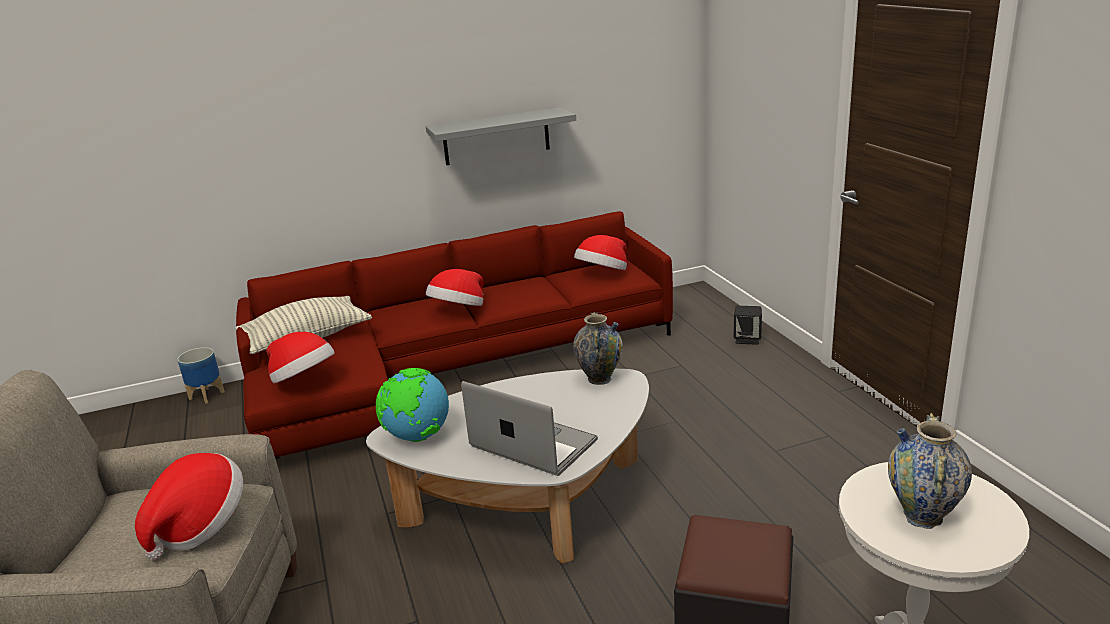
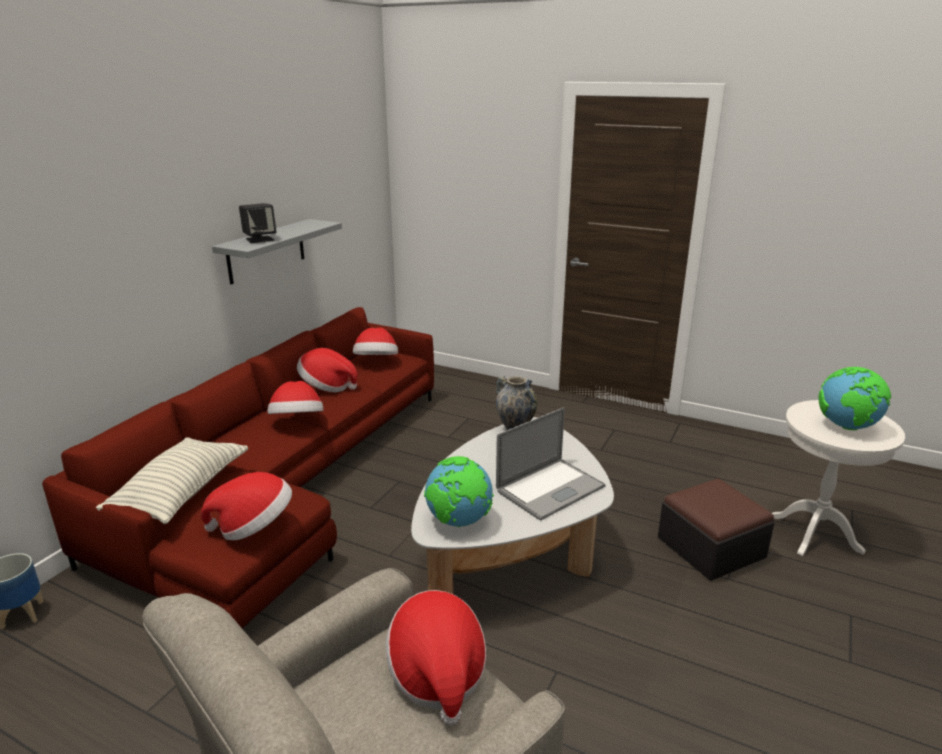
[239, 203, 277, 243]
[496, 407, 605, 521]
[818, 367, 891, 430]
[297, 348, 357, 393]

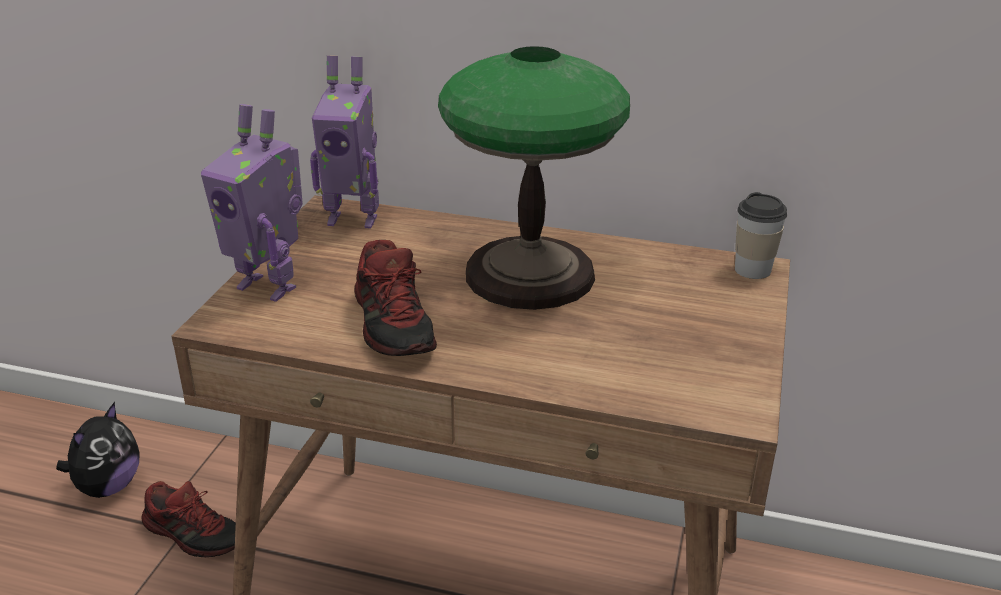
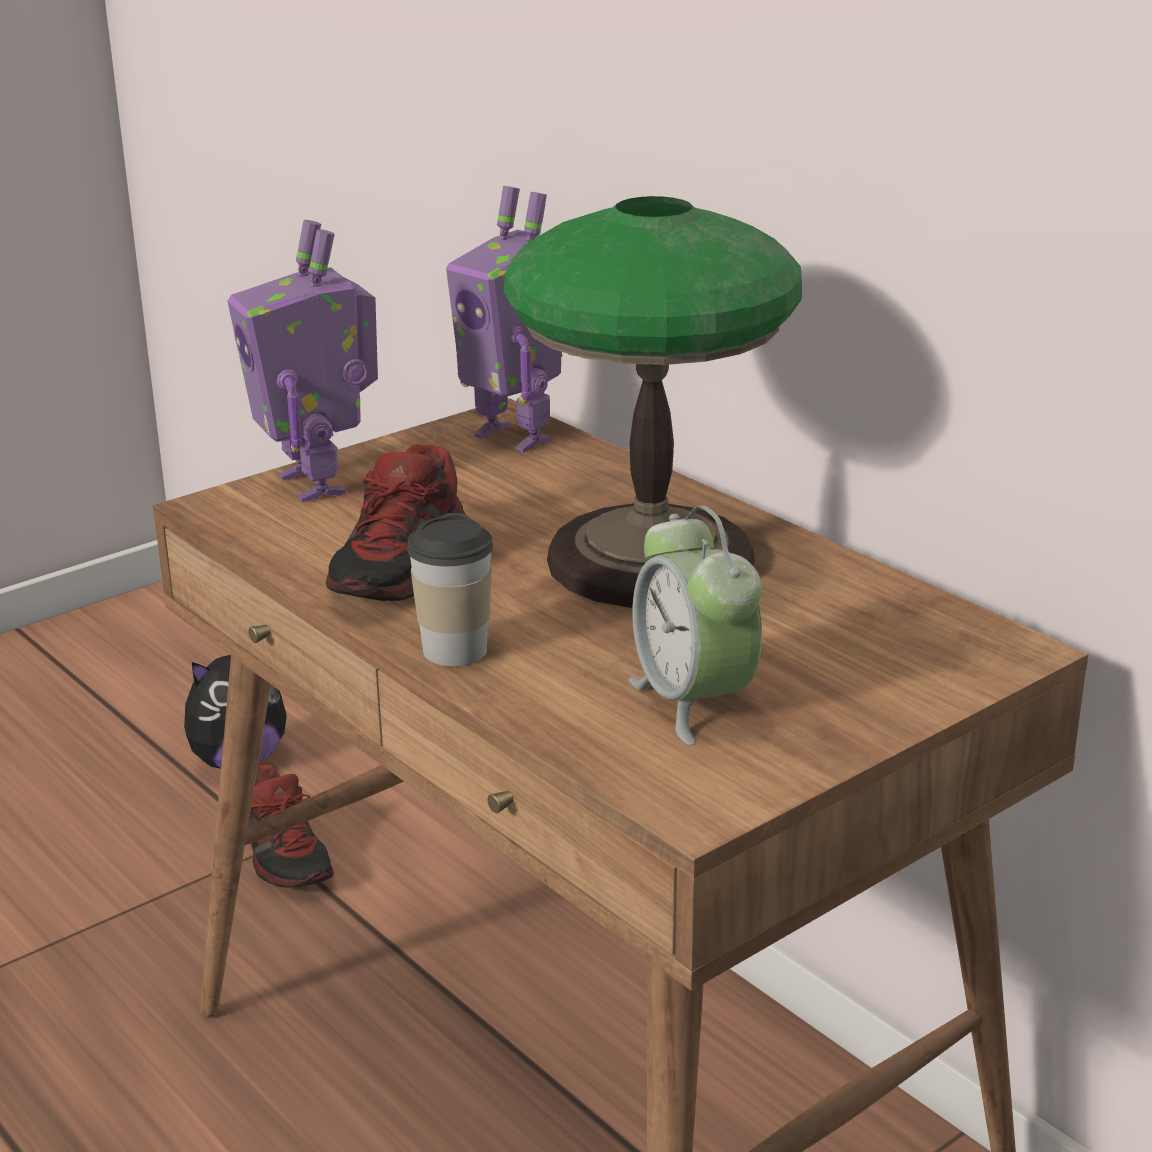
[407, 513, 493, 666]
[629, 505, 762, 745]

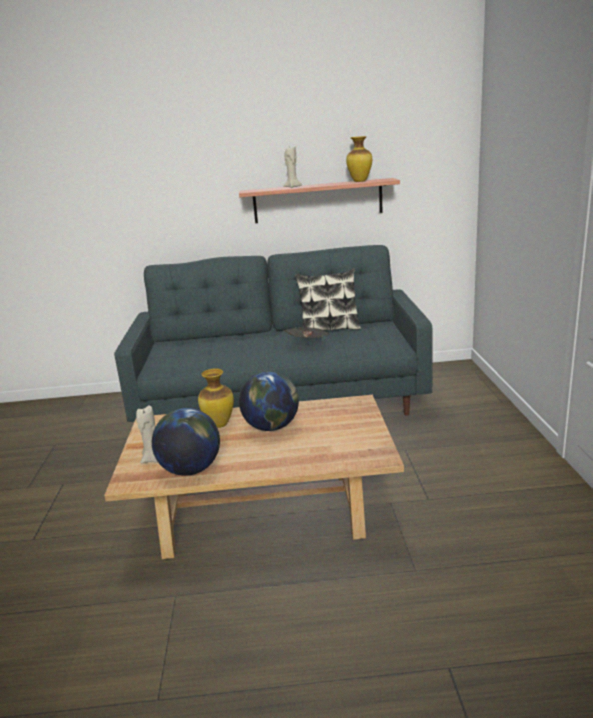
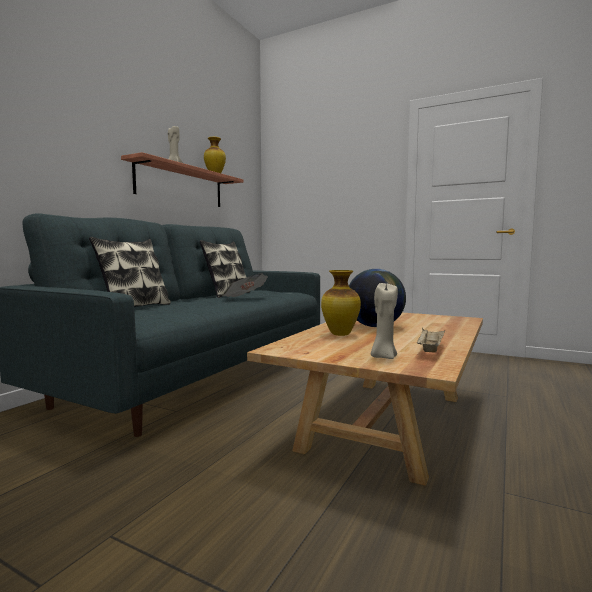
[417, 328, 445, 353]
[89, 237, 171, 306]

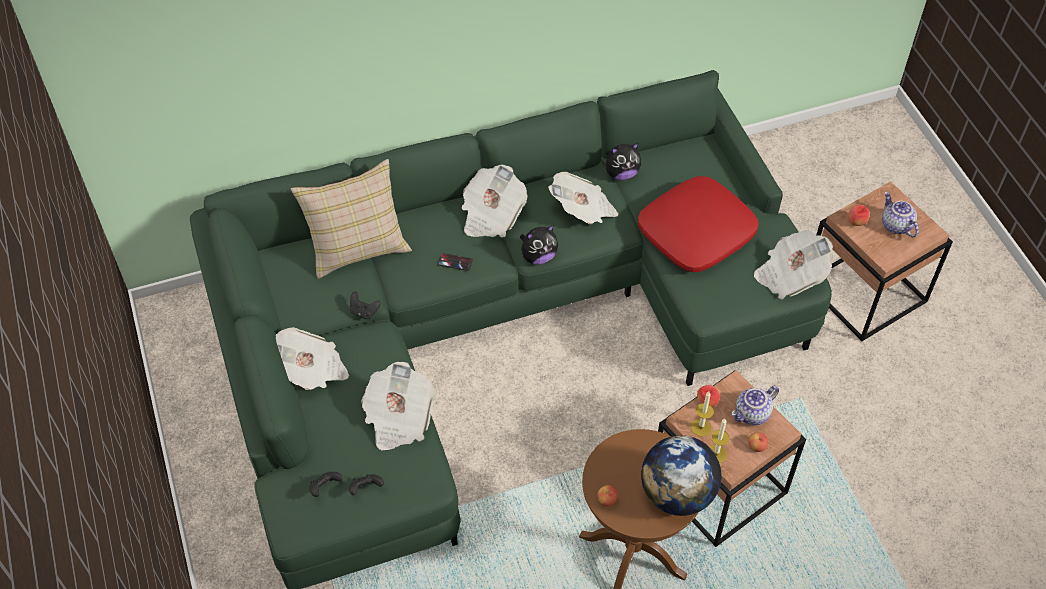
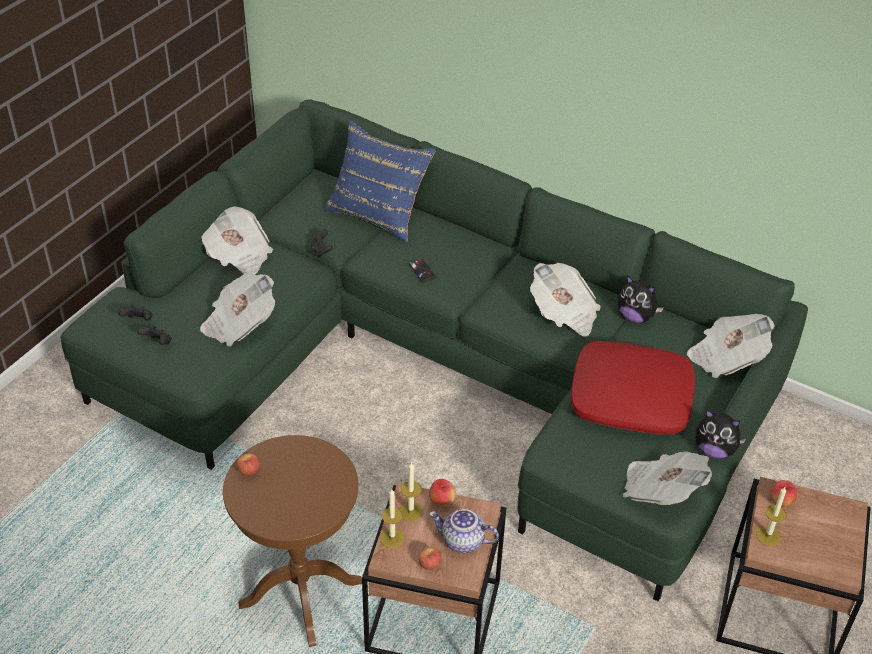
[324, 121, 436, 242]
[687, 314, 775, 378]
[882, 191, 919, 237] (first image)
[695, 410, 747, 459]
[641, 435, 722, 516] (first image)
[756, 487, 787, 546]

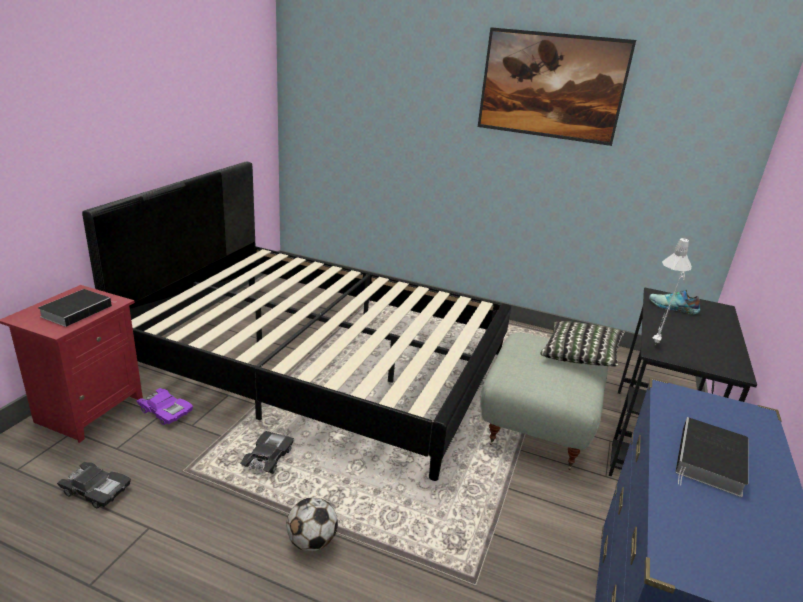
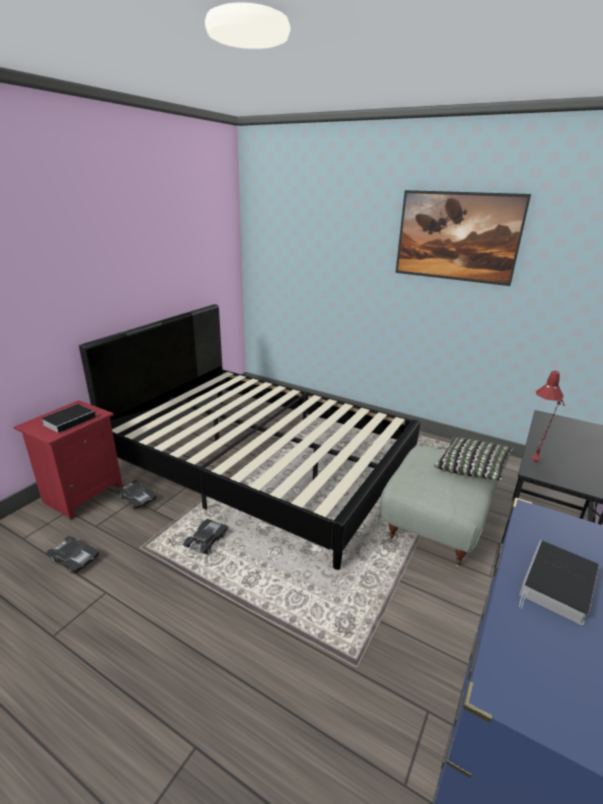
[531, 371, 565, 462]
[649, 290, 700, 314] (first image)
[116, 480, 157, 509]
[286, 497, 338, 551] (first image)

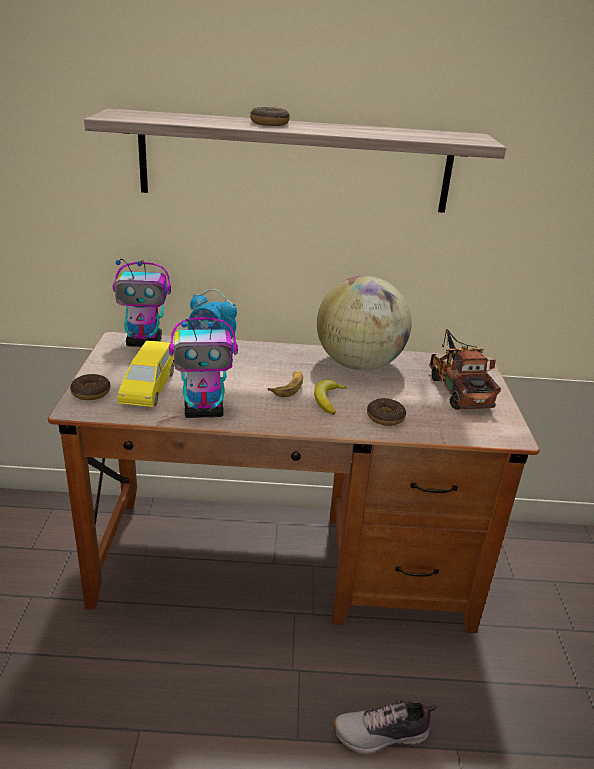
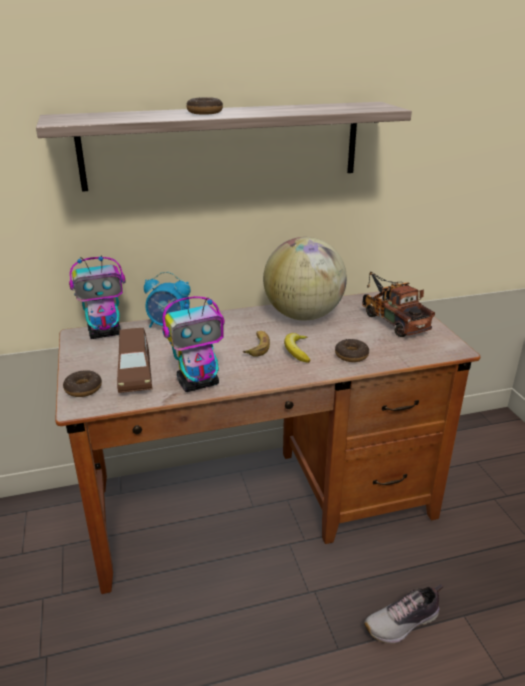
[117, 328, 152, 393]

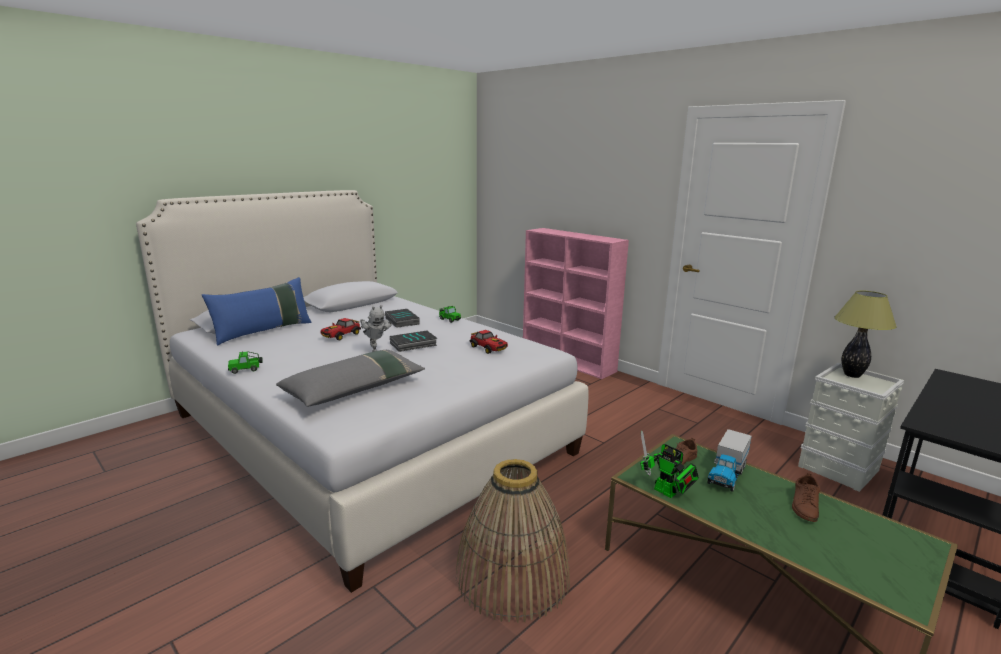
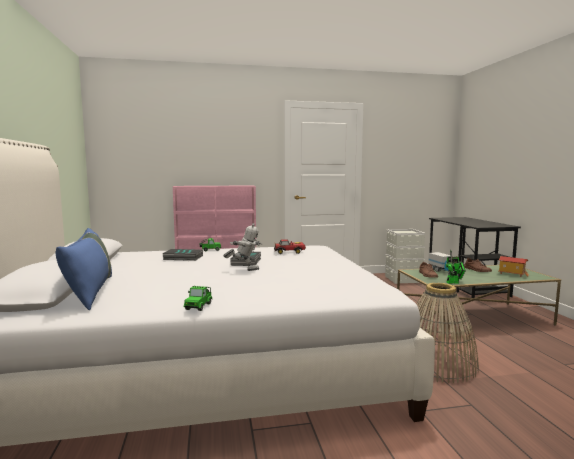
[834, 291, 897, 378] (first image)
[320, 318, 361, 340] (first image)
[276, 350, 425, 407] (first image)
[498, 256, 529, 277]

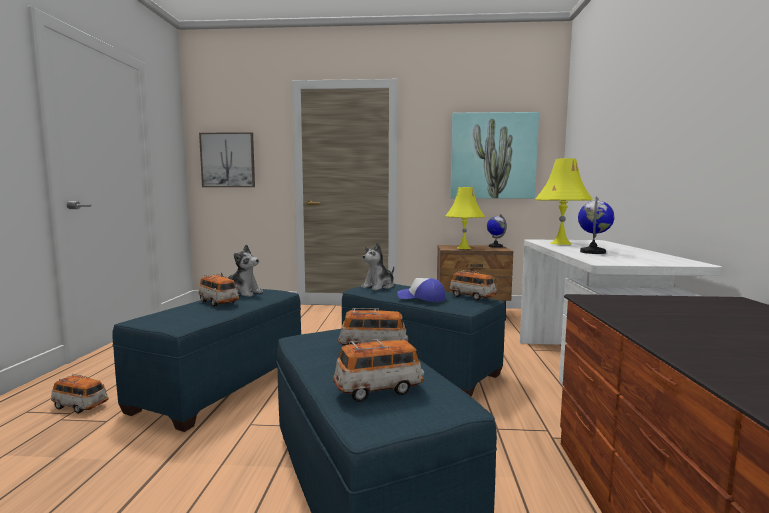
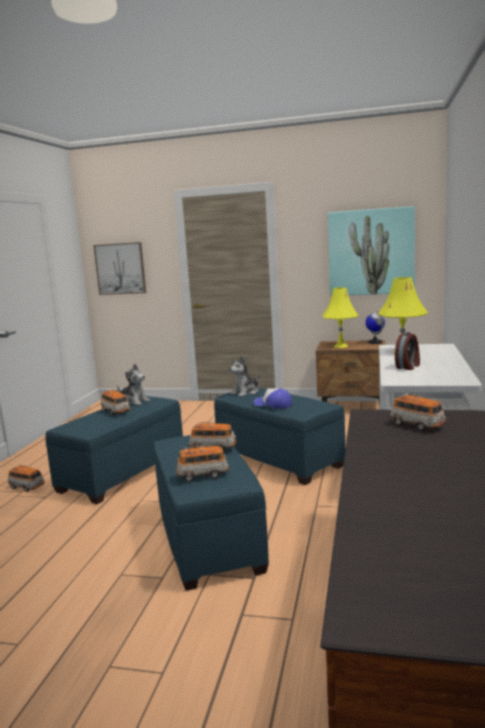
[395, 332, 420, 370]
[390, 393, 446, 431]

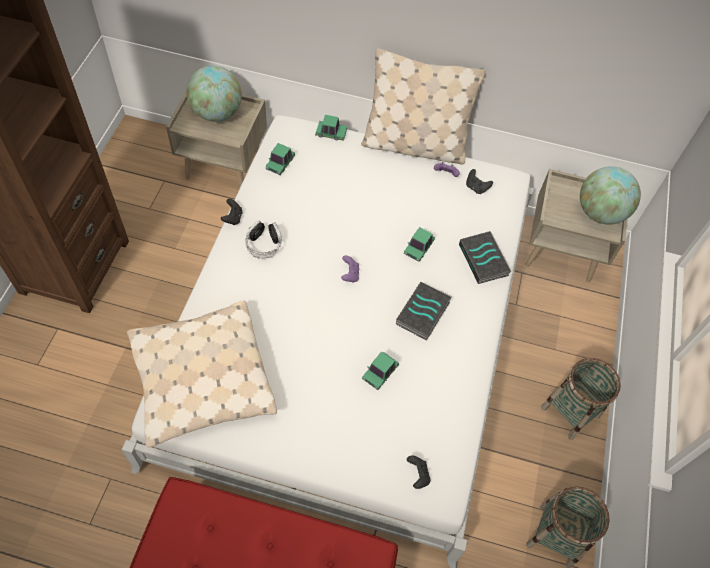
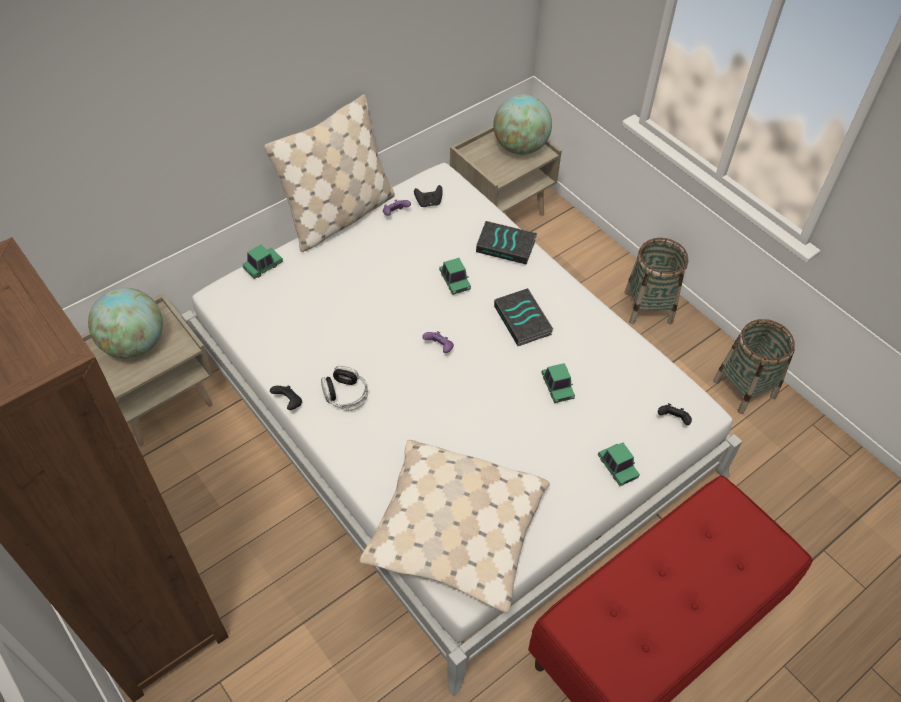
[597, 443, 640, 486]

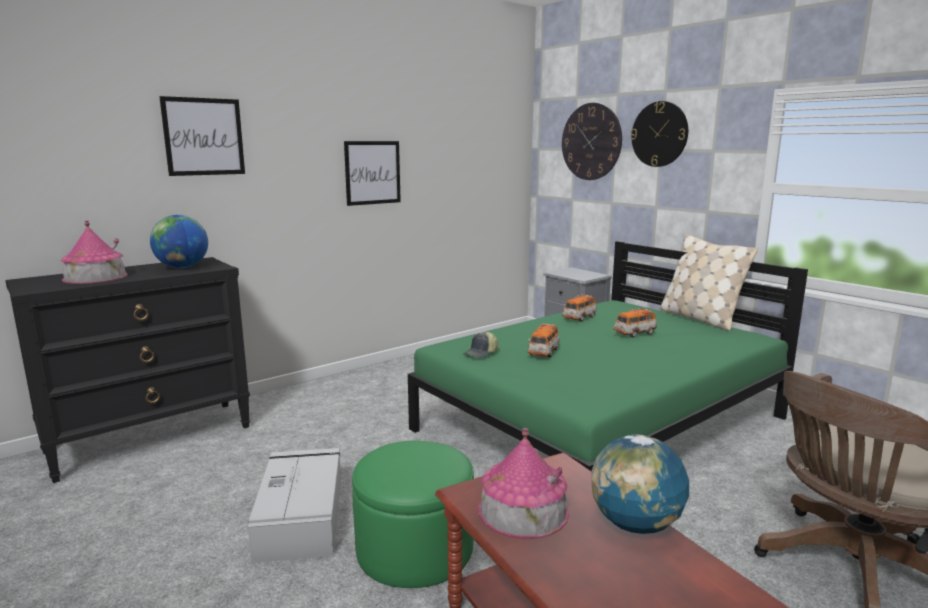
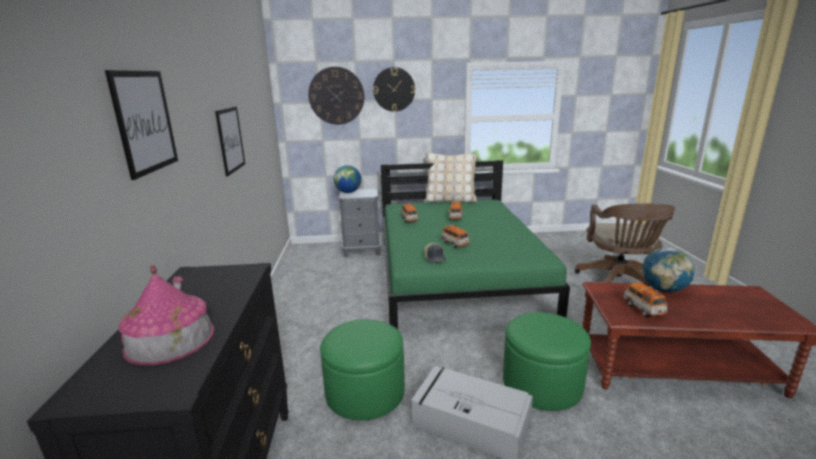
[334, 165, 361, 193]
[623, 282, 667, 317]
[320, 319, 405, 420]

